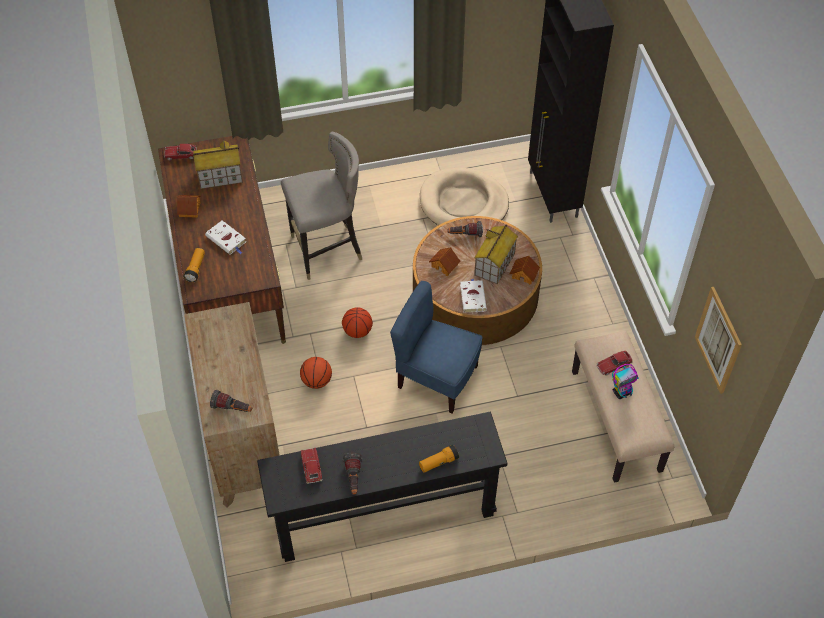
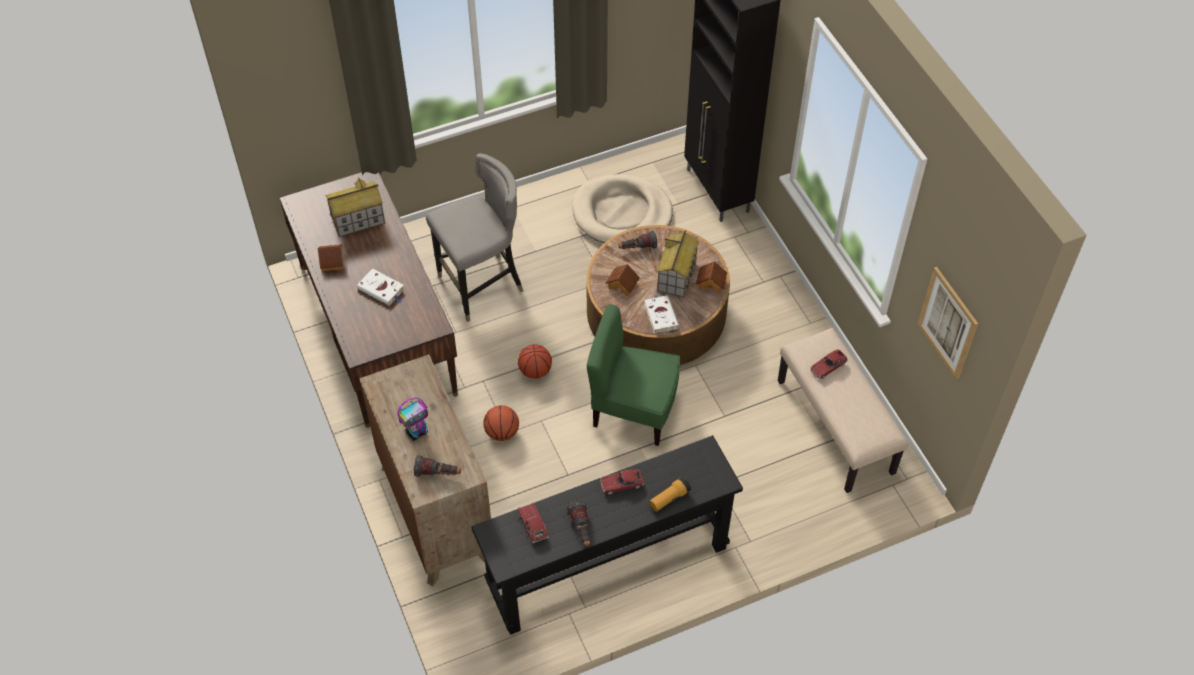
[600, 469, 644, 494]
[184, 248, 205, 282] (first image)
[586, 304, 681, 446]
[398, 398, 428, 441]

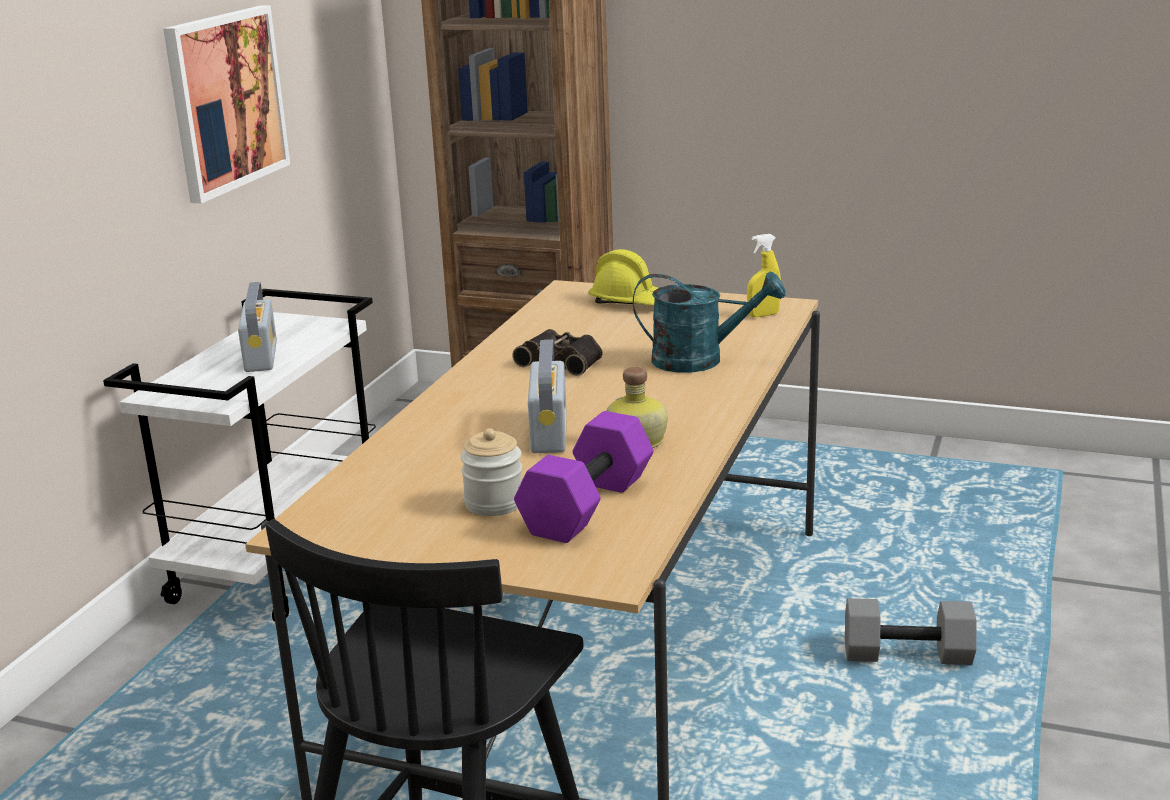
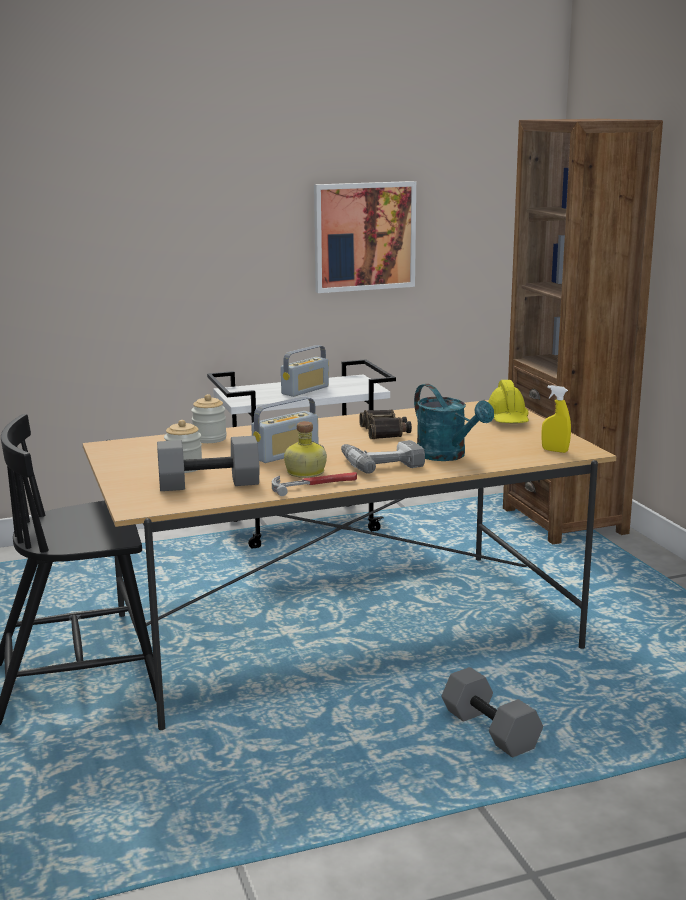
[157, 436, 260, 491]
[191, 394, 227, 443]
[341, 440, 425, 474]
[272, 472, 357, 496]

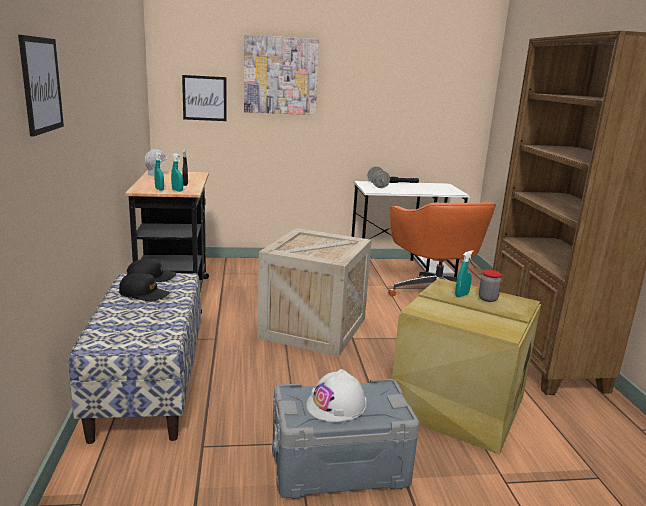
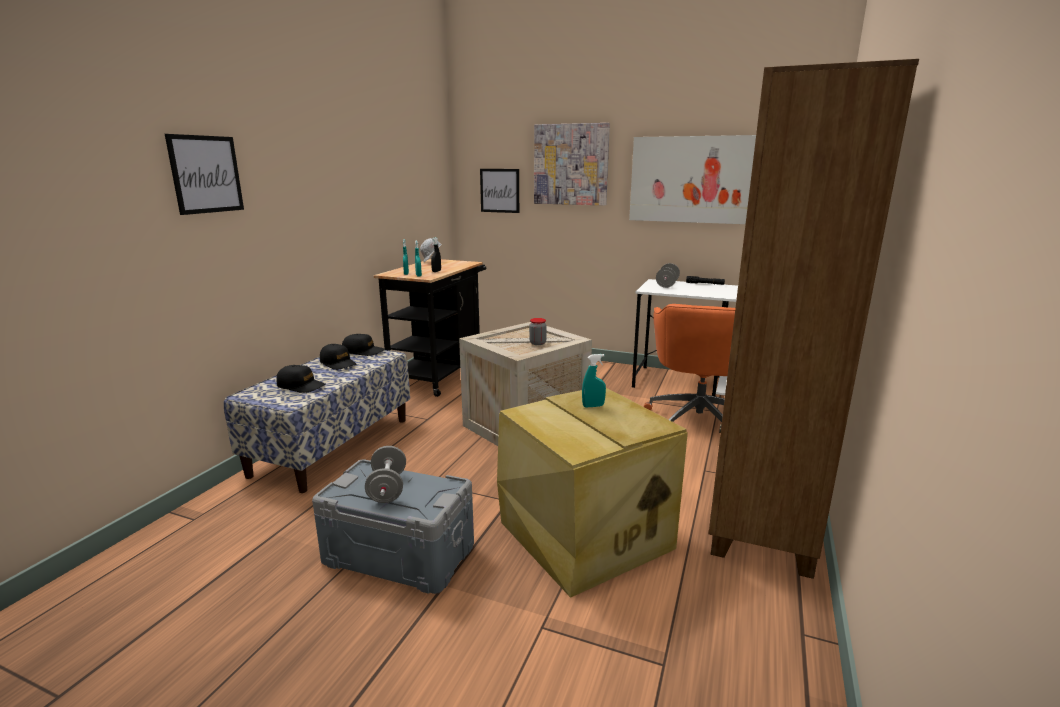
[529, 318, 547, 345]
[365, 446, 406, 503]
[629, 135, 756, 224]
[276, 365, 326, 393]

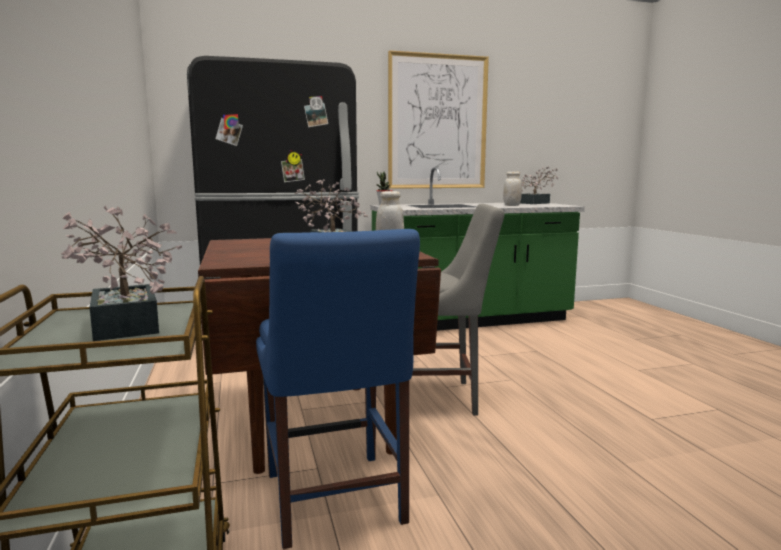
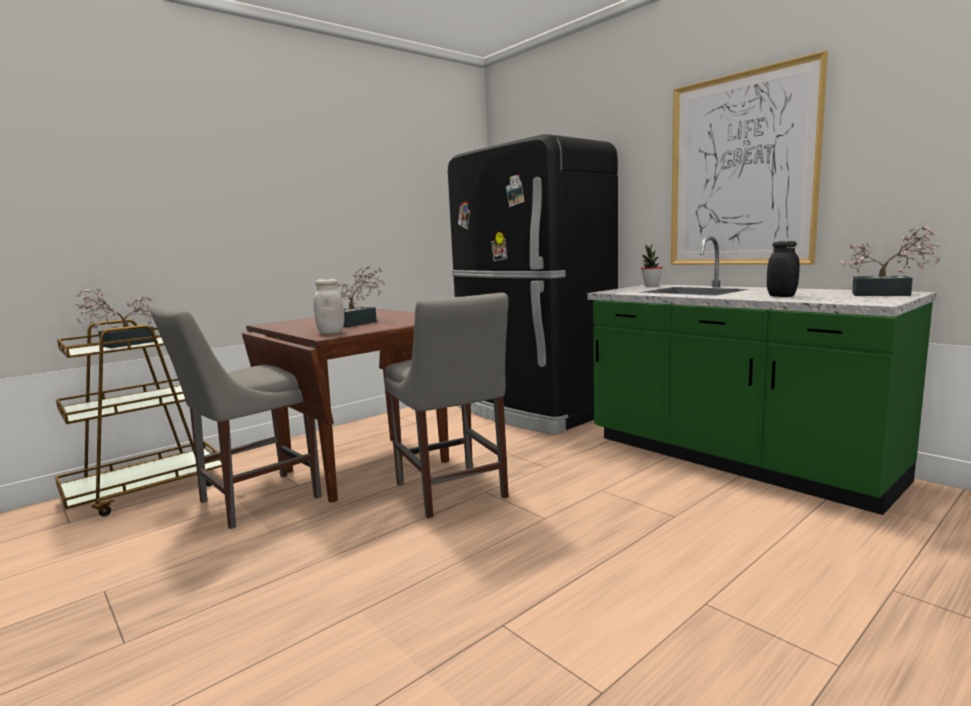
[767, 241, 800, 297]
[151, 306, 322, 529]

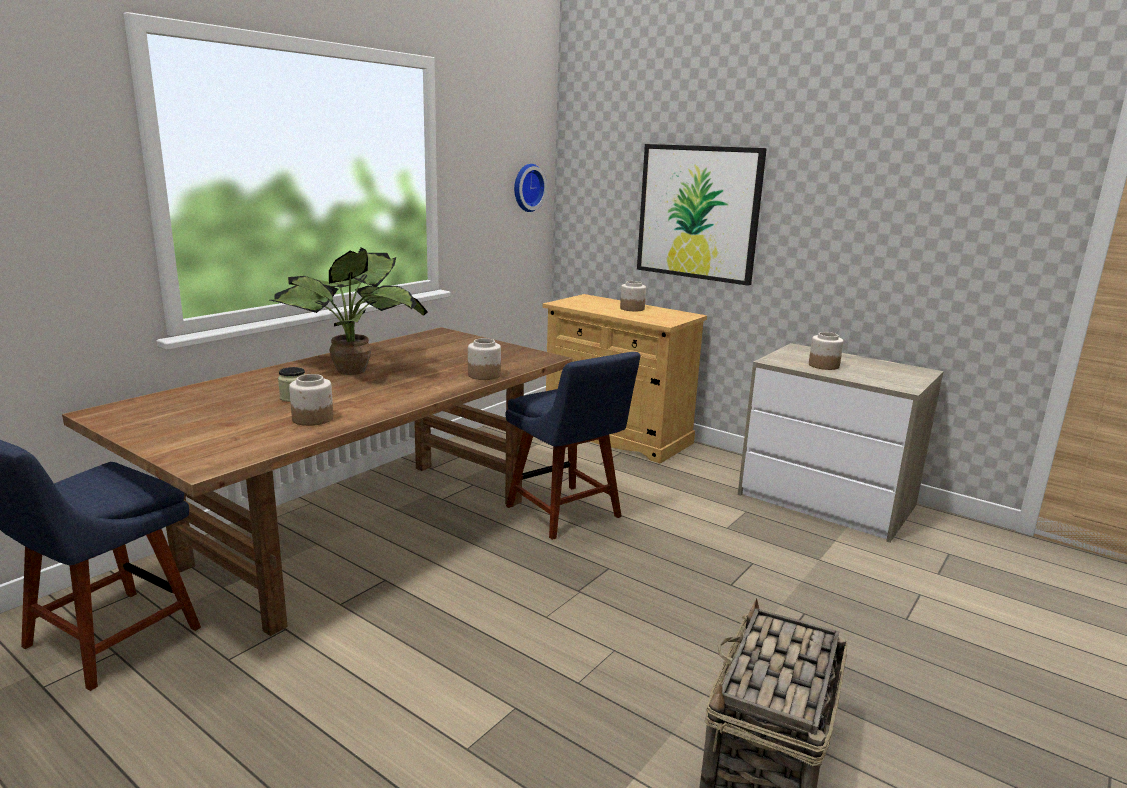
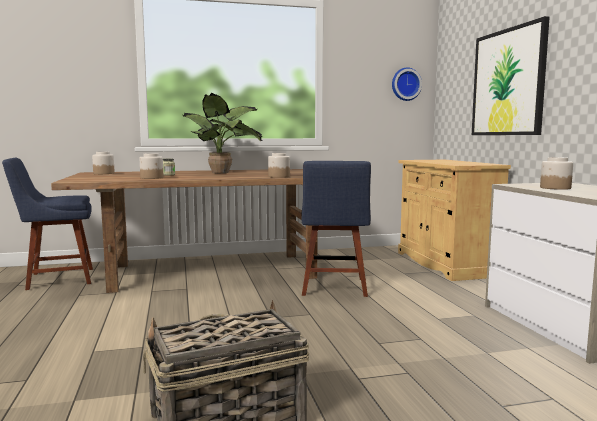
[92, 152, 115, 174]

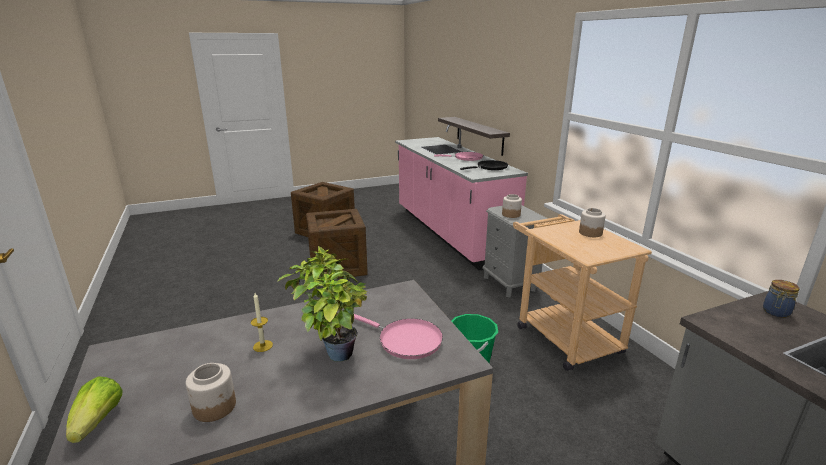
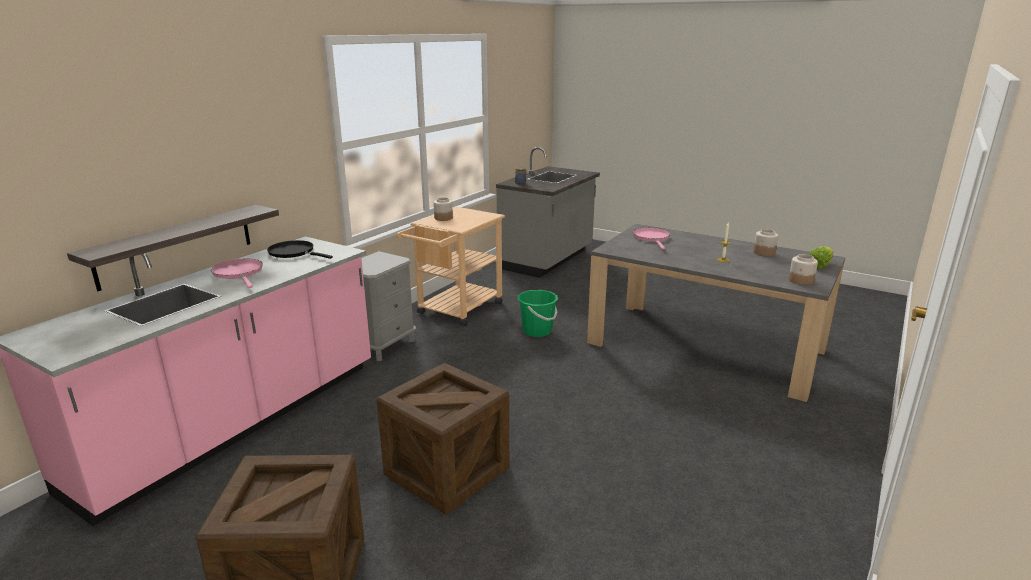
[789, 254, 818, 285]
[278, 246, 367, 362] (first image)

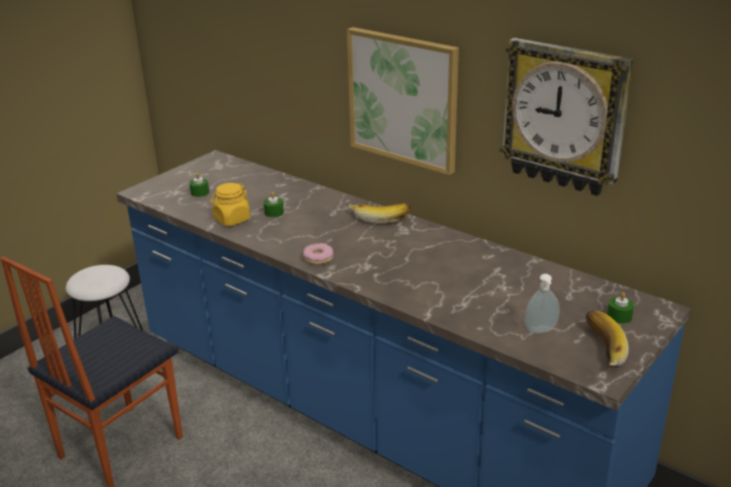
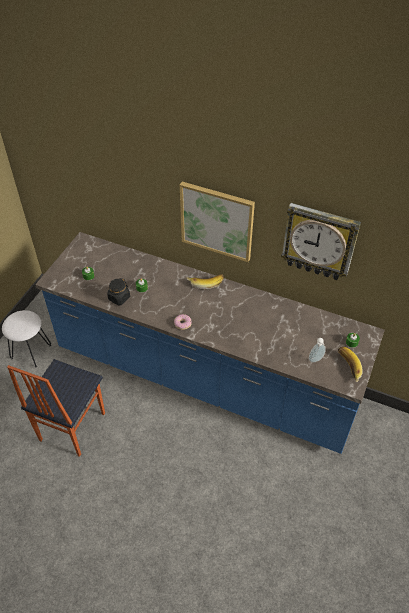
[107, 278, 130, 305]

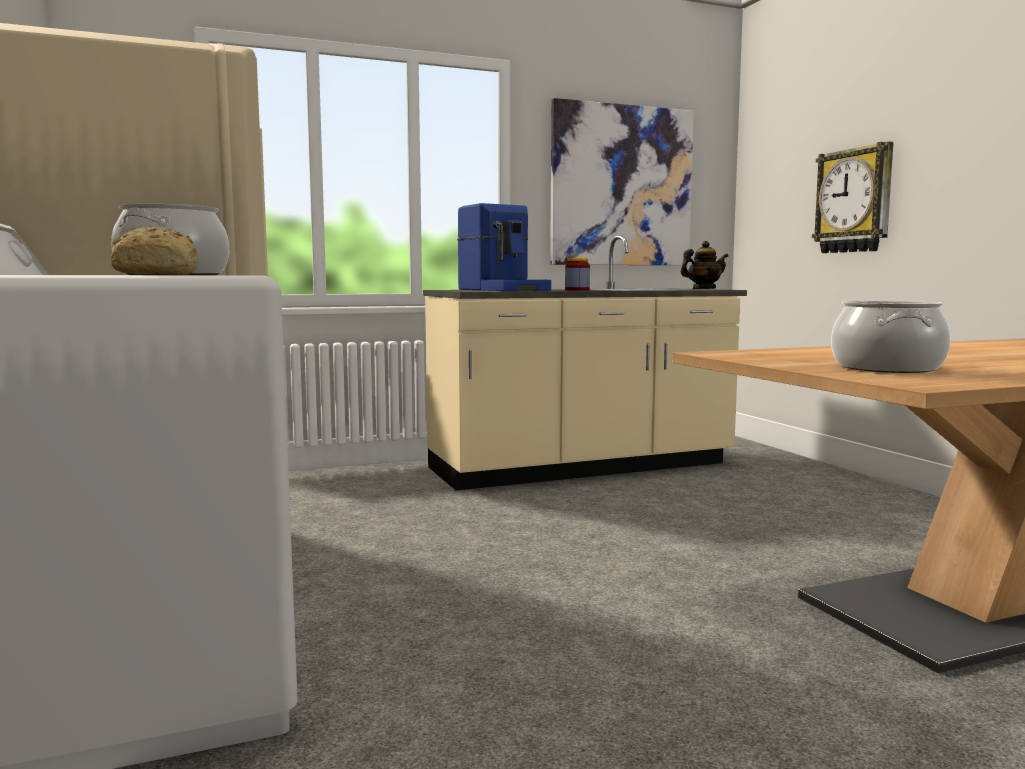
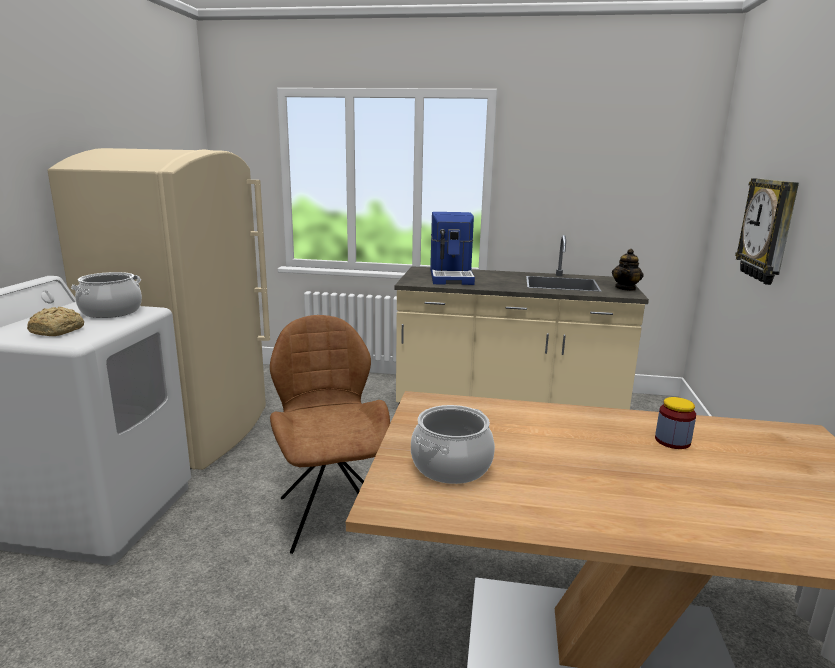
[550, 98, 694, 265] (first image)
[612, 249, 644, 291]
[655, 397, 696, 449]
[270, 315, 390, 554]

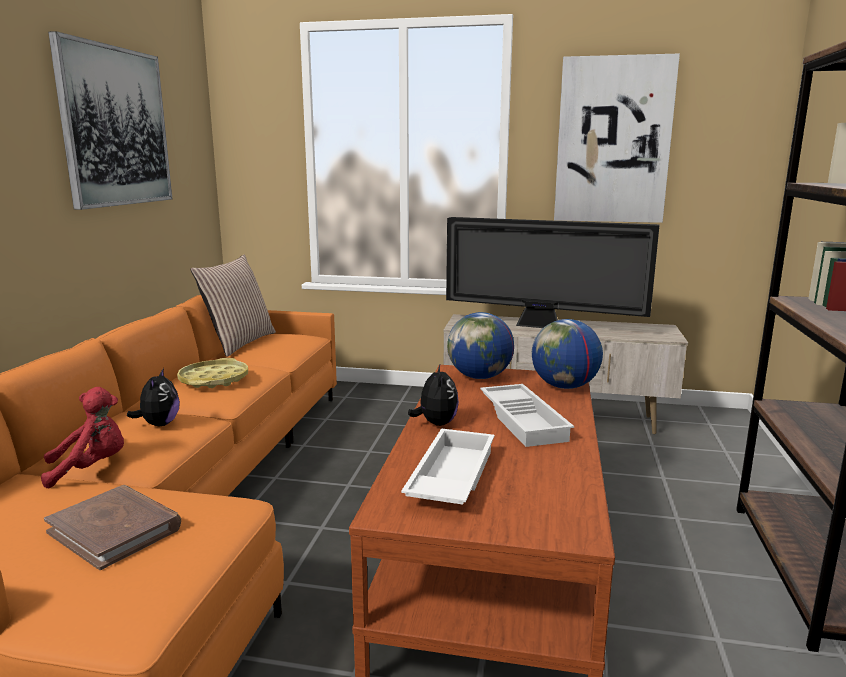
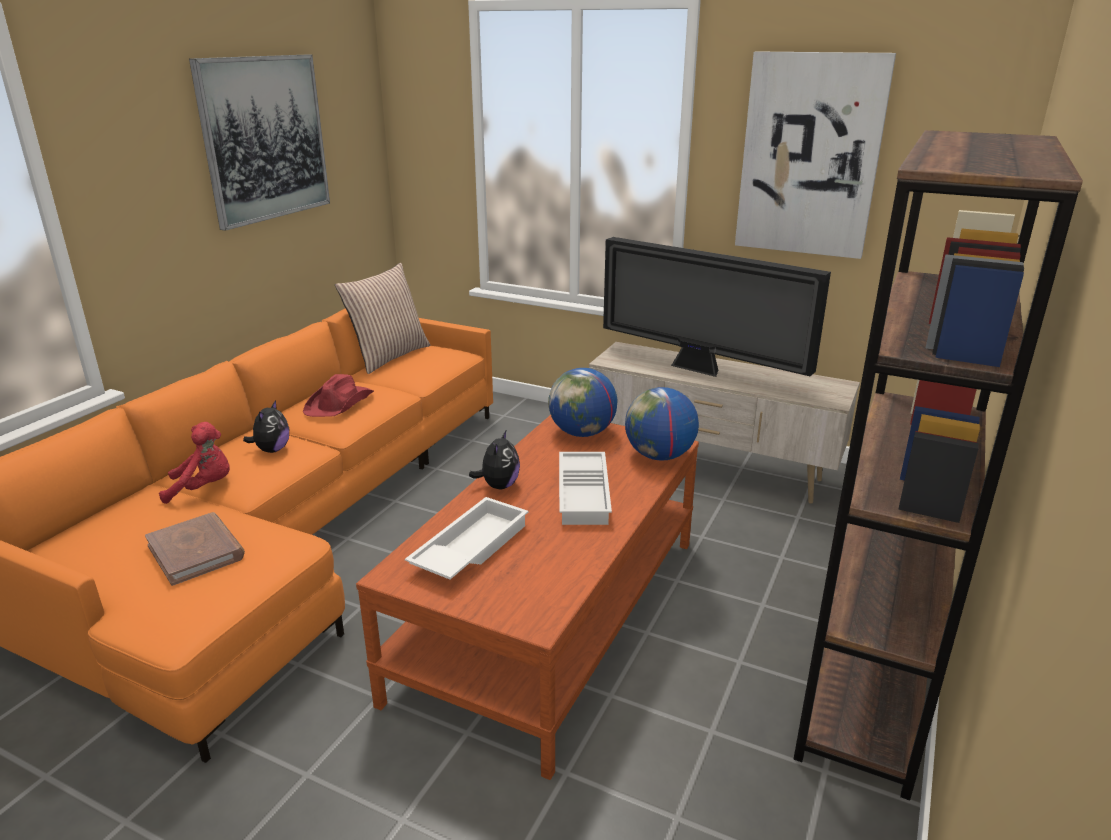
[303, 374, 374, 417]

